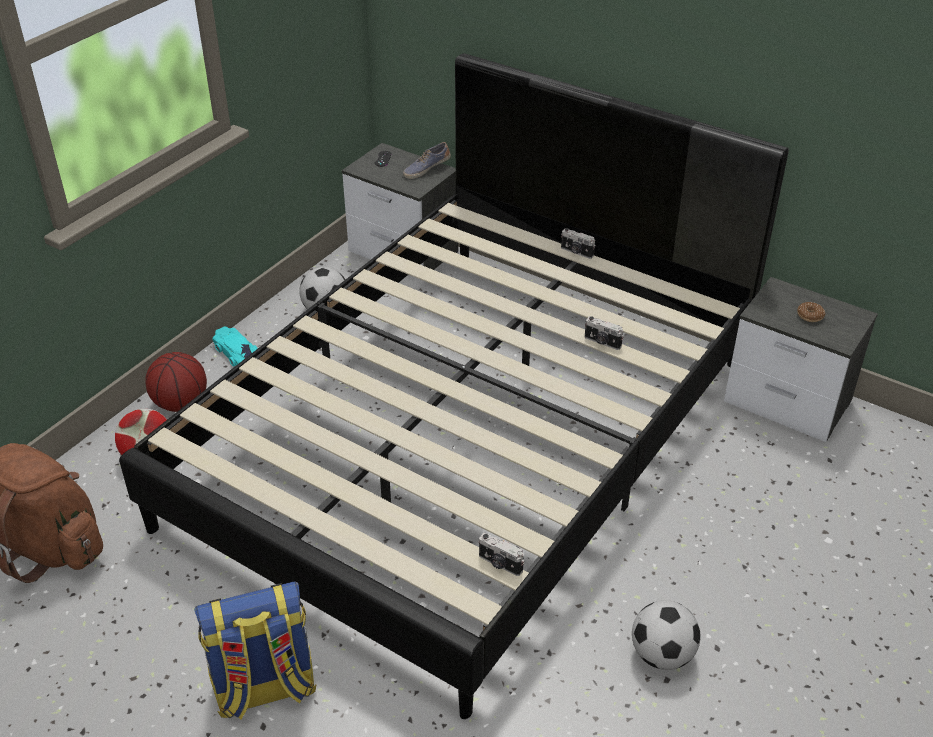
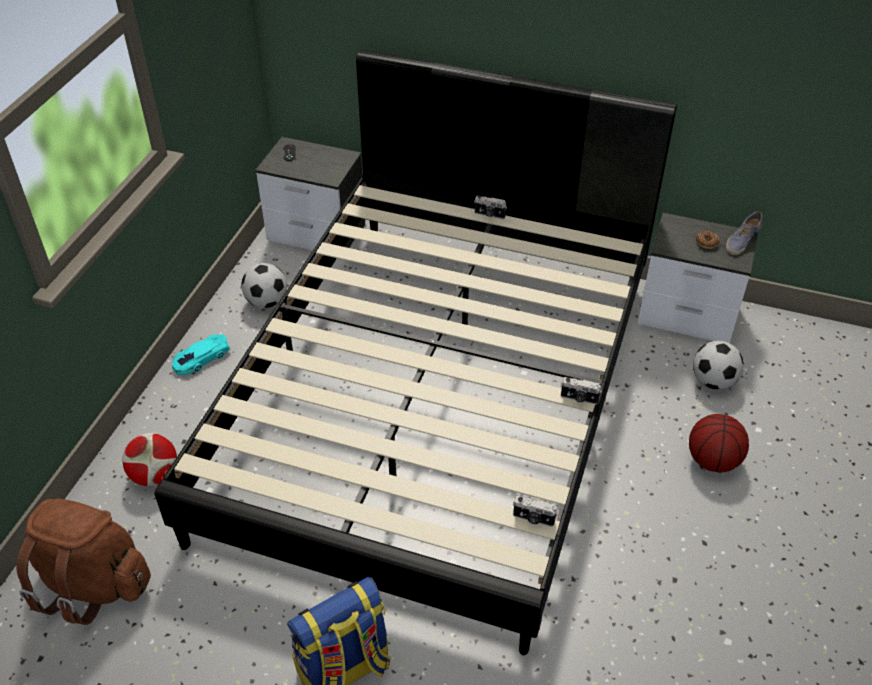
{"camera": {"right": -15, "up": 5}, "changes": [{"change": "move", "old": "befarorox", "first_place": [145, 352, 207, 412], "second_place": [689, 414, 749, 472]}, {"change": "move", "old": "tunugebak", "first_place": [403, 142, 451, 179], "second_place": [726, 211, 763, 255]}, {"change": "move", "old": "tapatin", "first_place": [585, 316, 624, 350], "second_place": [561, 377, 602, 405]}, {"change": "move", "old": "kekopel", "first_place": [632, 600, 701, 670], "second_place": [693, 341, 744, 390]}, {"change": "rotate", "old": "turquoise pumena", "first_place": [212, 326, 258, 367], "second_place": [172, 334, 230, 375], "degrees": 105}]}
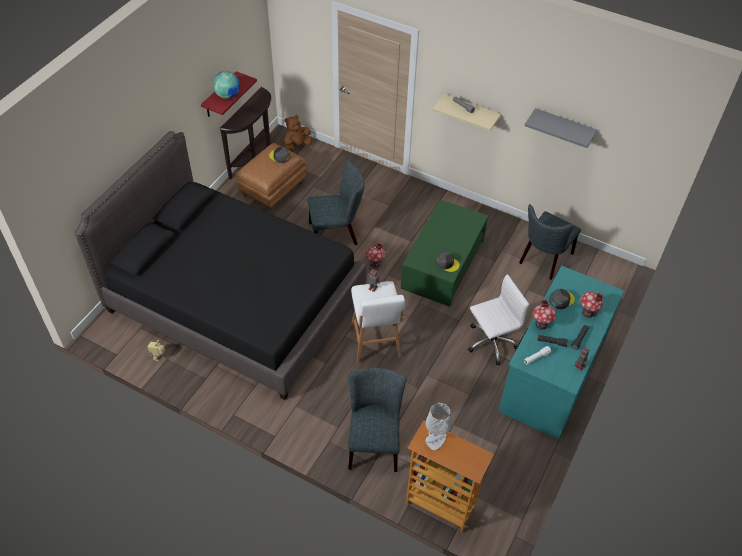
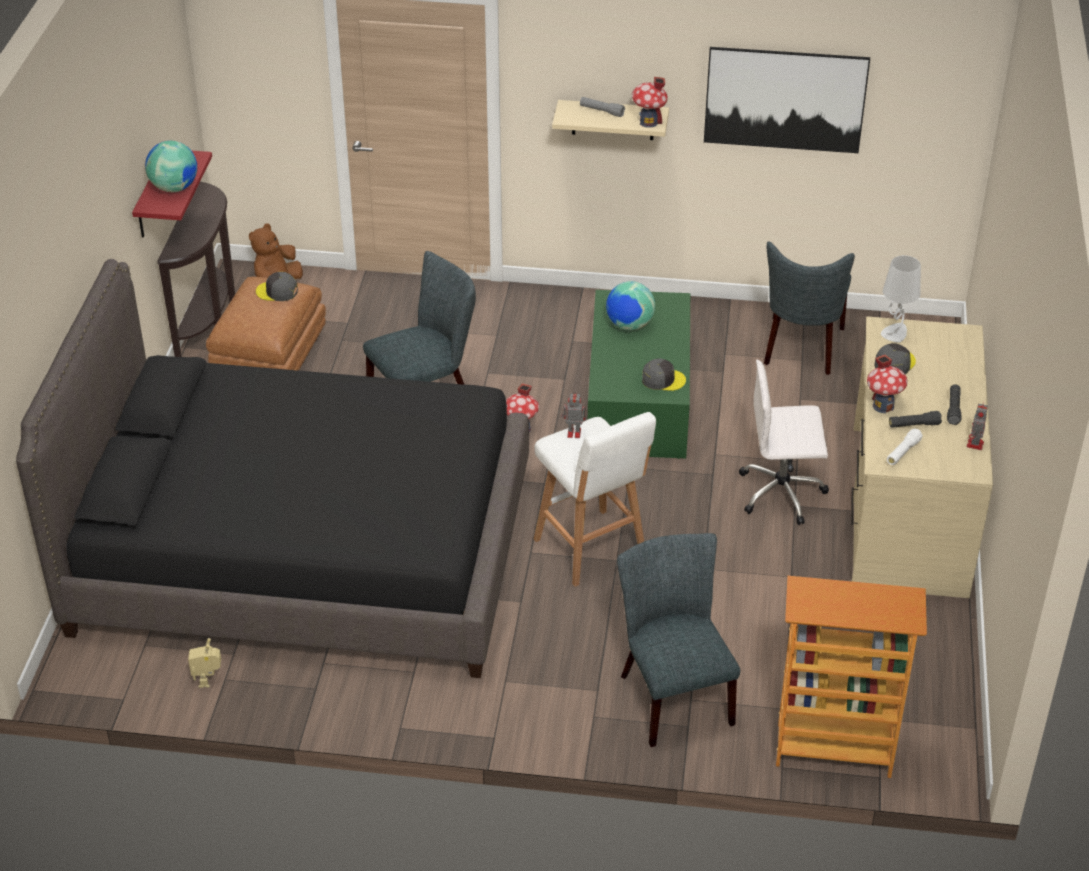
{"camera": {"right": -20, "up": -10}, "changes": [{"change": "insert", "new": "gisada", "second_place": [606, 281, 655, 330]}, {"change": "move", "old": "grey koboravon", "first_place": [425, 403, 451, 450], "second_place": [881, 255, 921, 343]}, {"change": "move", "old": "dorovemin", "first_place": [580, 292, 604, 318], "second_place": [632, 77, 668, 128]}, {"change": "replace", "old": "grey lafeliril", "new": "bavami", "first_place": [525, 108, 597, 148], "second_place": [704, 47, 870, 153]}, {"change": "recolor", "old": "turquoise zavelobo", "new": "beige zavelobo", "first_place": [498, 266, 624, 440], "second_place": [851, 316, 993, 598]}, {"change": "rotate", "old": "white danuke", "first_place": [468, 274, 529, 366], "second_place": [739, 360, 829, 525], "degrees": -135}]}
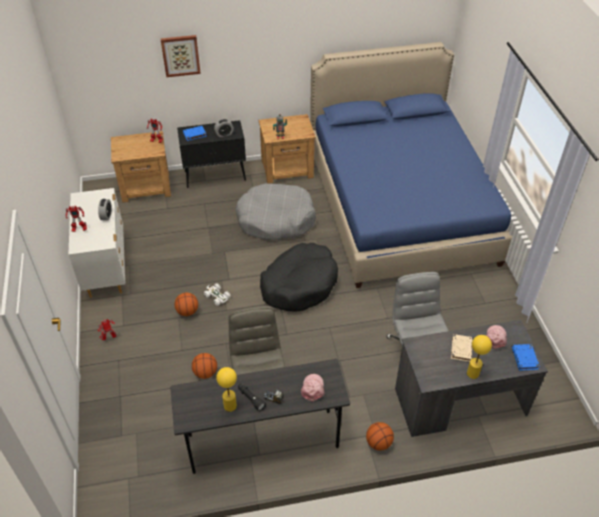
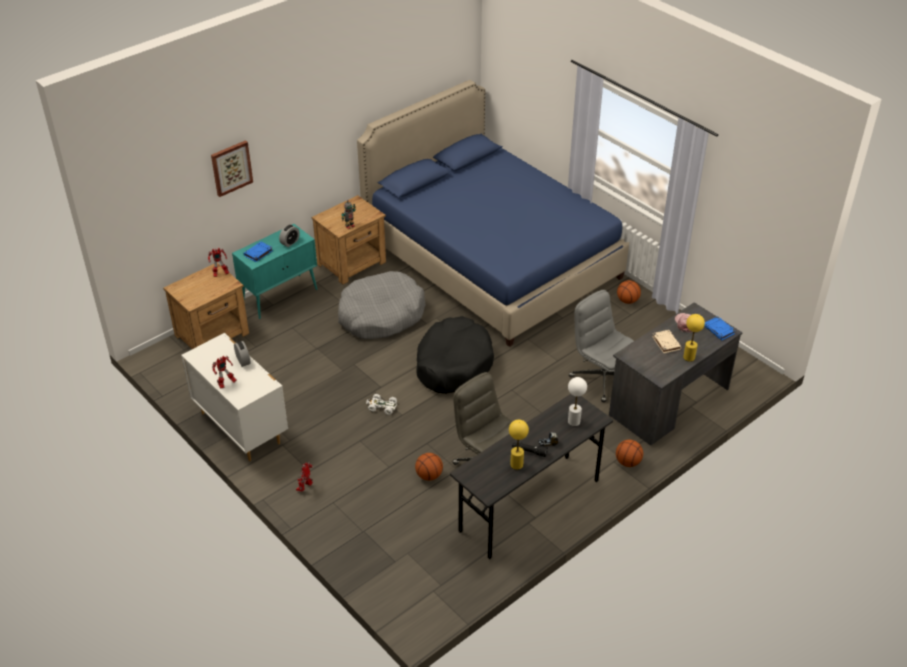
{"camera": {"right": -30, "up": -5}, "changes": [{"change": "move", "old": "befarorox", "first_place": [174, 293, 198, 316], "second_place": [617, 280, 641, 304]}, {"change": "replace", "old": "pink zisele", "new": "white koboravon", "first_place": [301, 374, 325, 402], "second_place": [568, 377, 587, 426]}, {"change": "recolor", "old": "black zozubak", "new": "turquoise zozubak", "first_place": [177, 120, 246, 188], "second_place": [232, 224, 317, 319]}]}
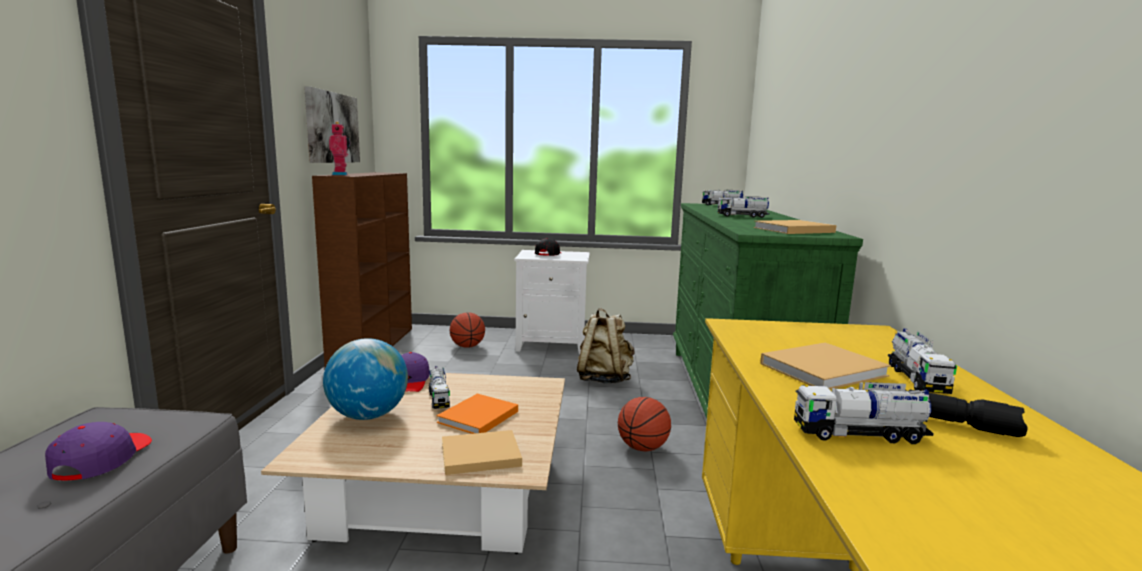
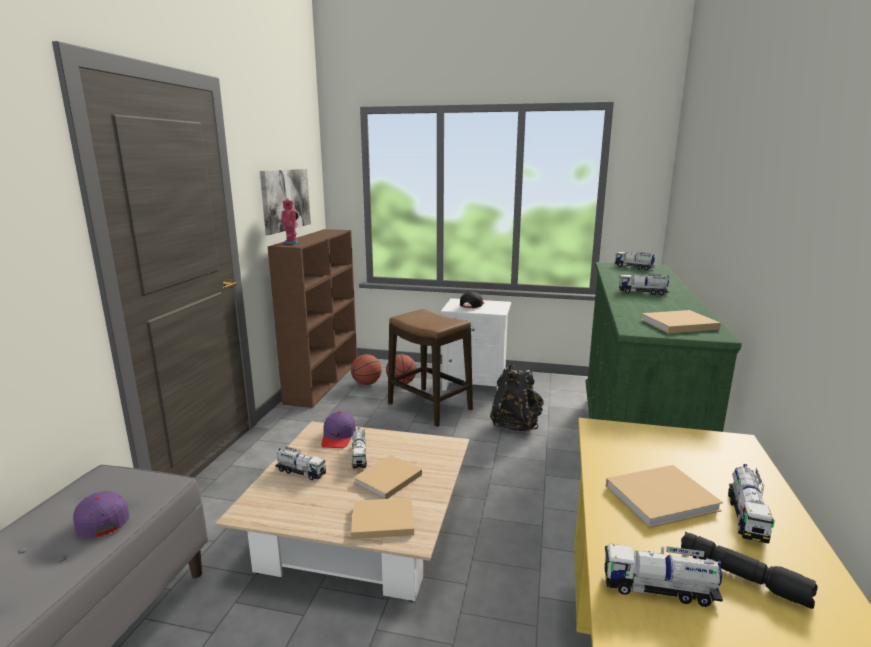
{"camera": {"right": 10, "up": 5}, "changes": [{"change": "insert", "new": "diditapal", "second_place": [388, 309, 473, 427]}, {"change": "move", "old": "befarorox", "first_place": [618, 397, 671, 451], "second_place": [351, 354, 382, 385]}, {"change": "replace", "old": "gisada", "new": "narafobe", "first_place": [323, 338, 408, 420], "second_place": [275, 446, 326, 480]}, {"change": "recolor", "old": "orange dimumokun", "new": "beige dimumokun", "first_place": [437, 393, 518, 434], "second_place": [353, 455, 422, 499]}, {"change": "recolor", "old": "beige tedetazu", "new": "black tedetazu", "first_place": [577, 308, 634, 384], "second_place": [490, 365, 544, 431]}, {"change": "rotate", "old": "purple zisele", "first_place": [45, 422, 152, 481], "second_place": [73, 491, 130, 538], "degrees": -45}]}
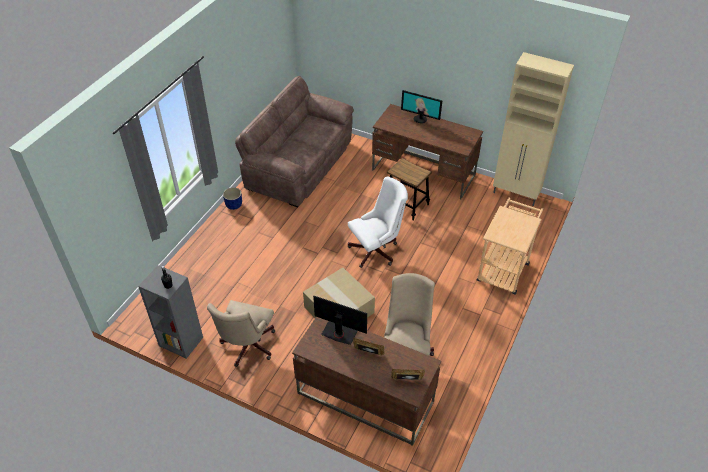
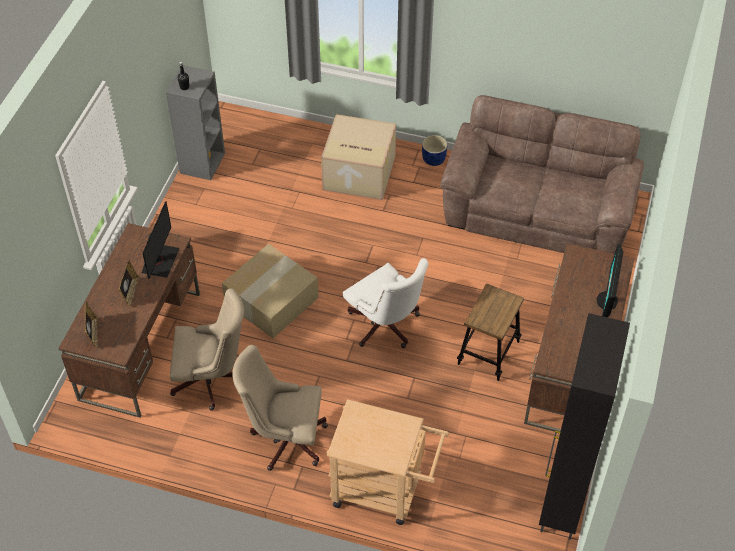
{"camera": {"right": 80, "up": 5}, "changes": [{"change": "insert", "new": "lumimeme", "second_place": [321, 114, 396, 200]}, {"change": "move", "old": "beige danuke", "first_place": [207, 300, 275, 367], "second_place": [232, 345, 328, 471]}, {"change": "recolor", "old": "beige zozubak", "new": "black zozubak", "first_place": [493, 52, 574, 206], "second_place": [539, 313, 630, 540]}]}
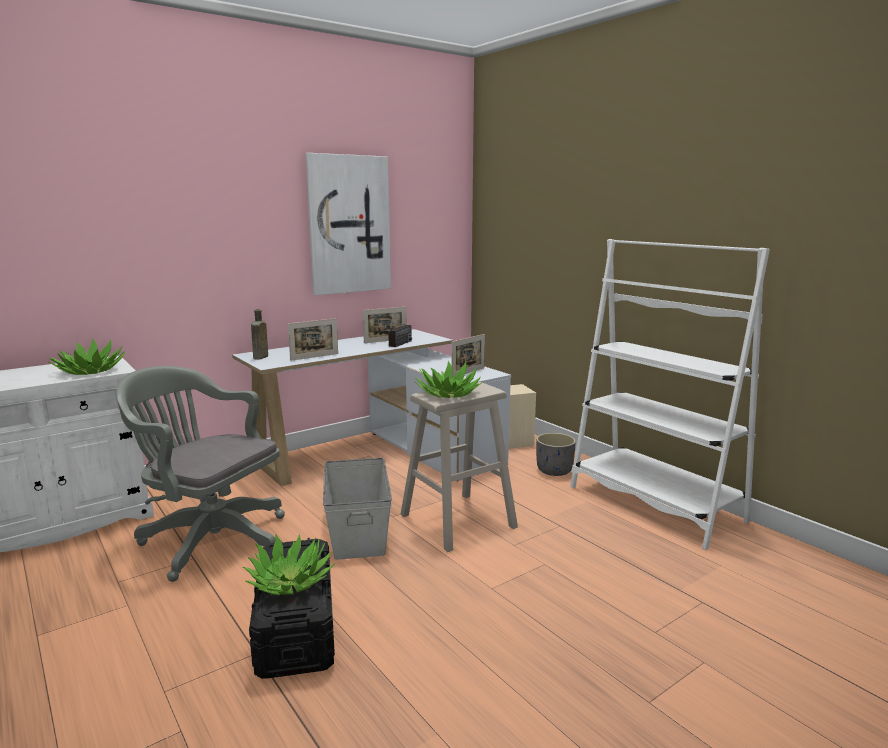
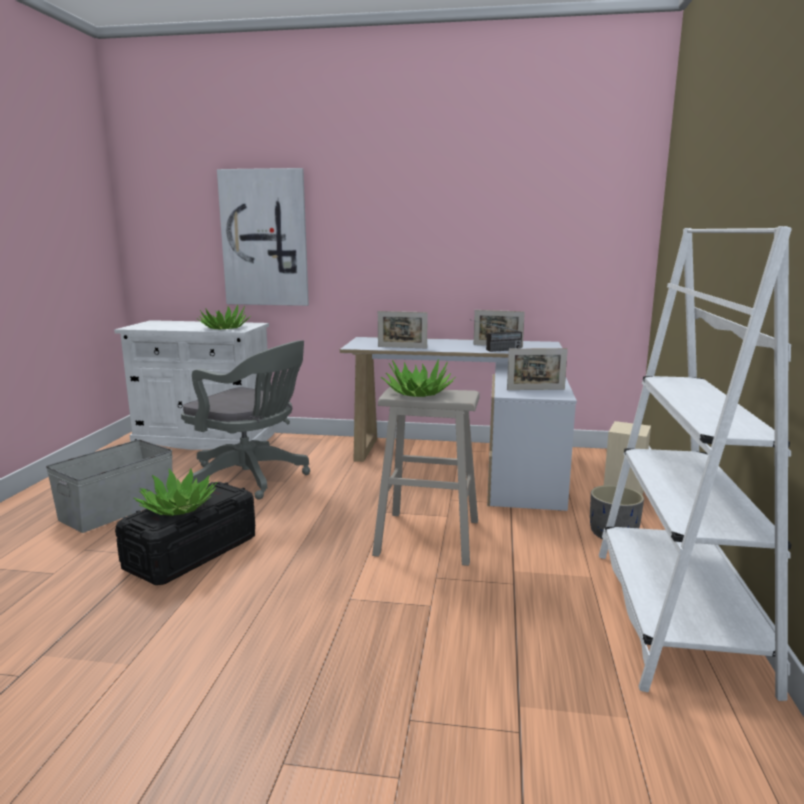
{"camera": {"right": 45, "up": 0}, "changes": [{"change": "delete", "old": "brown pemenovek", "first_place": [251, 309, 268, 360]}, {"change": "move", "old": "bavami", "first_place": [305, 153, 391, 296], "second_place": [217, 168, 309, 306]}, {"change": "move", "old": "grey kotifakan", "first_place": [323, 458, 392, 560], "second_place": [46, 440, 173, 533]}, {"change": "rotate", "old": "grey danuke", "first_place": [116, 366, 285, 582], "second_place": [181, 340, 310, 500], "degrees": 135}]}
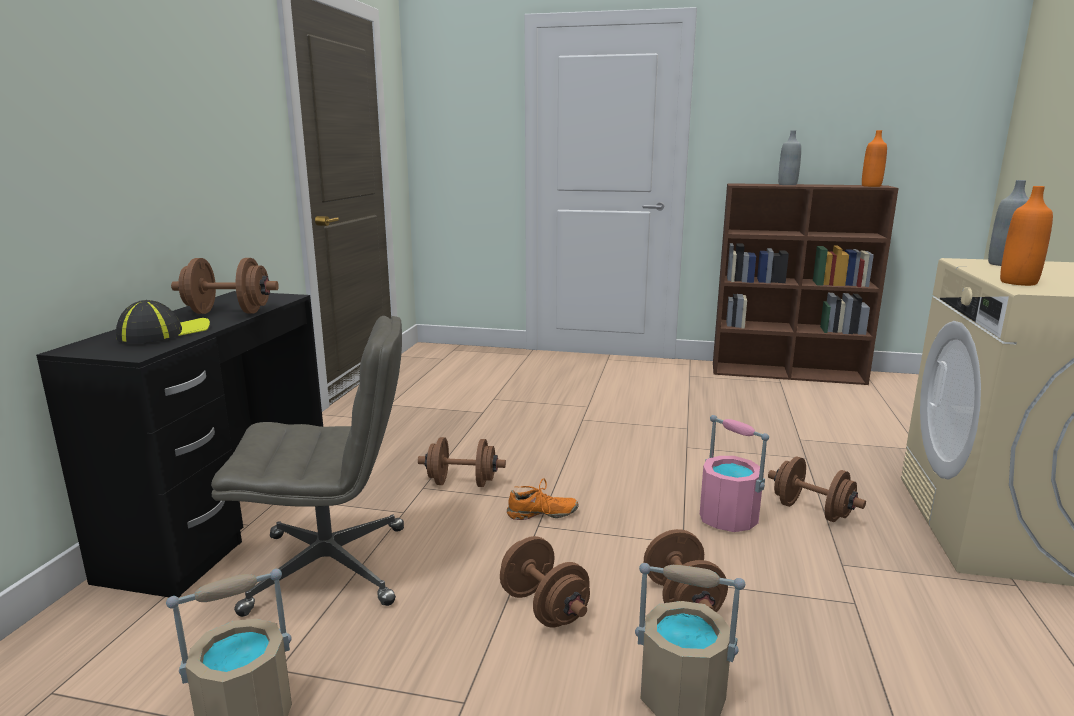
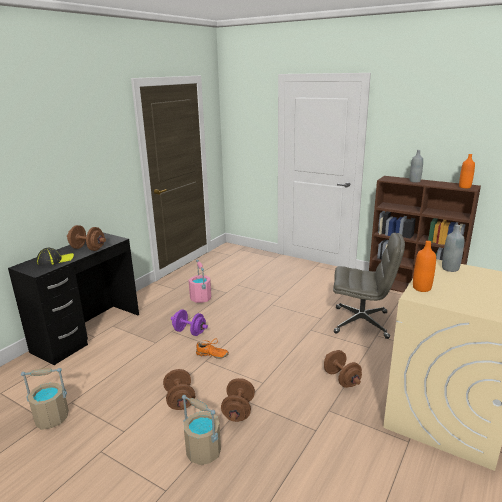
{"camera": {"right": 20, "up": 5}, "changes": [{"change": "move", "old": "grey danuke", "first_place": [211, 316, 404, 617], "second_place": [333, 233, 405, 339]}, {"change": "move", "old": "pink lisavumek", "first_place": [700, 415, 769, 532], "second_place": [189, 260, 211, 303]}, {"change": "recolor", "old": "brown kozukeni", "new": "purple kozukeni", "first_place": [418, 437, 506, 487], "second_place": [171, 309, 208, 336]}]}
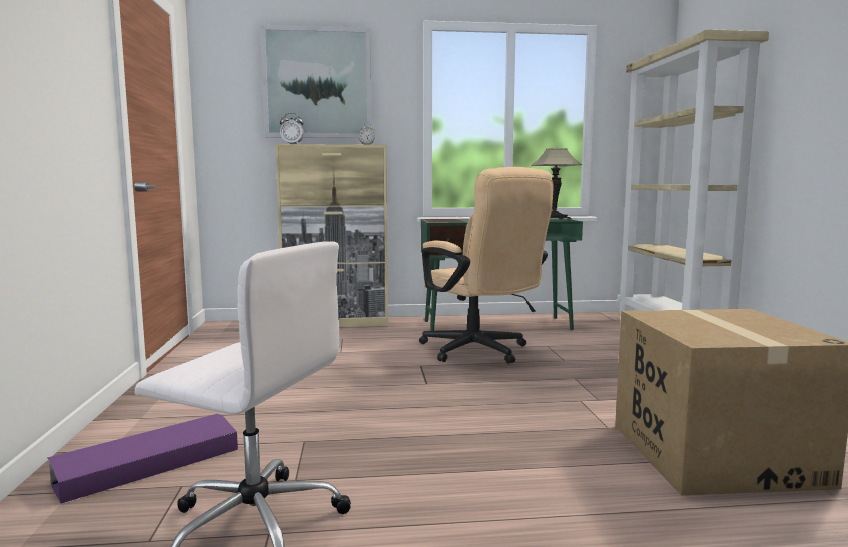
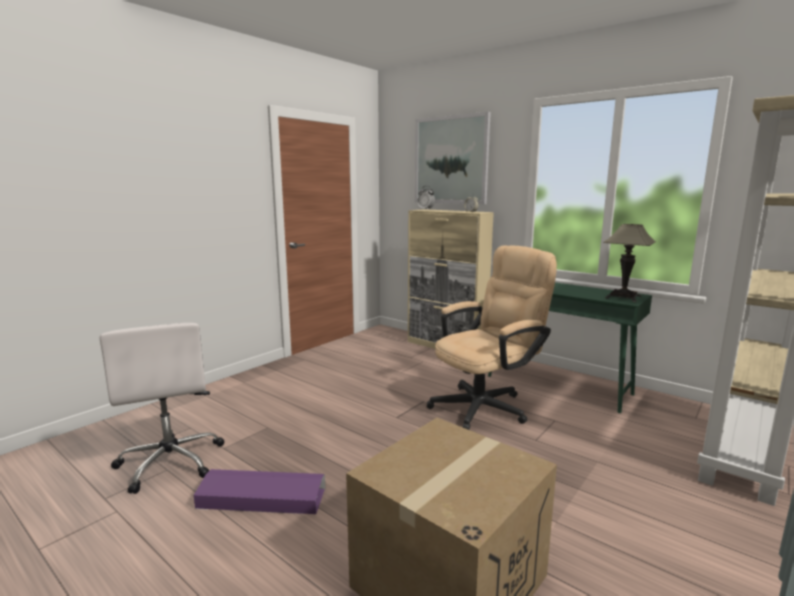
{"camera": {"right": 45, "up": 5}, "changes": [{"change": "move", "old": "purple kotifakan", "first_place": [48, 414, 238, 504], "second_place": [194, 469, 325, 514]}, {"change": "rotate", "old": "beige danuke", "first_place": [419, 167, 554, 364], "second_place": [427, 245, 557, 430], "degrees": -135}]}
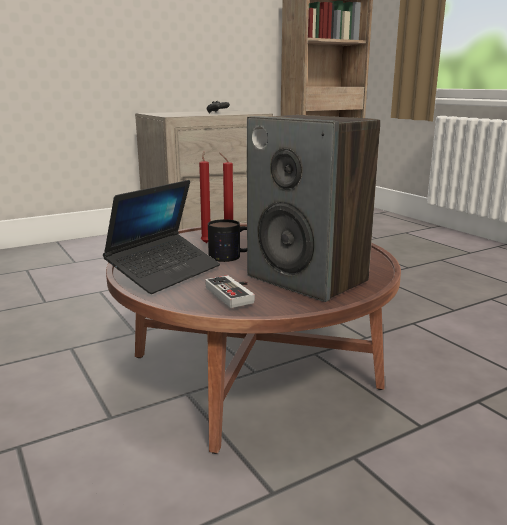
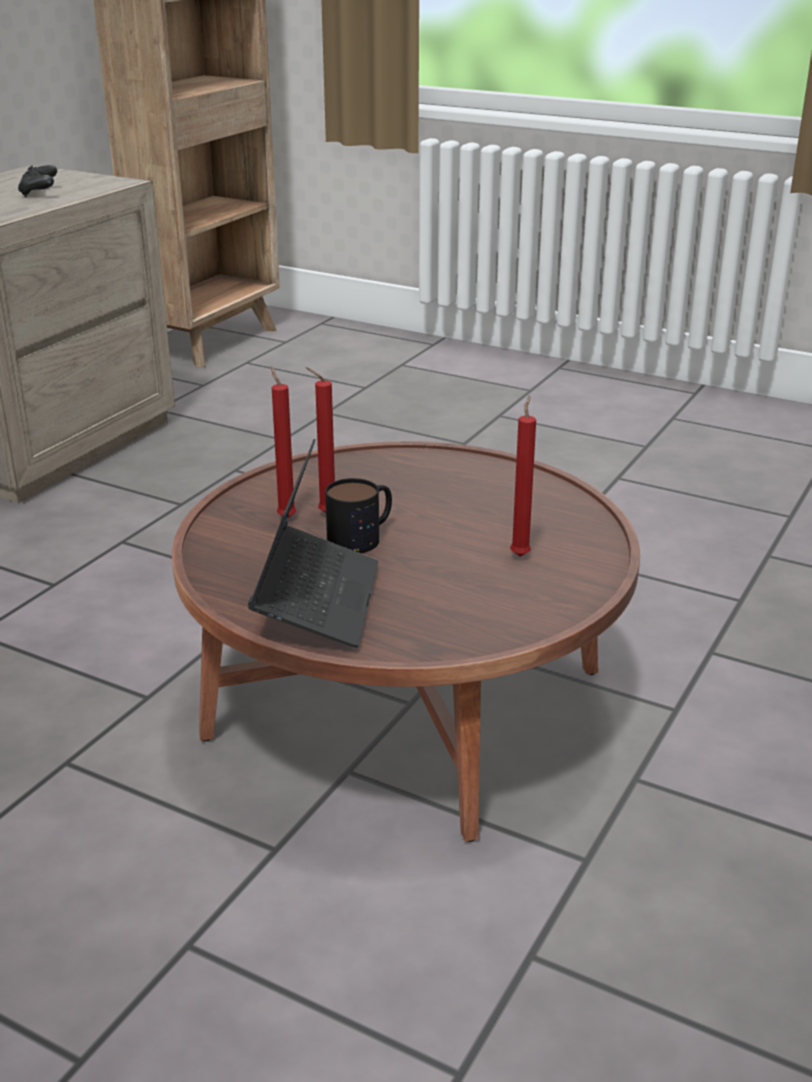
{"camera": {"right": -30, "up": 10}, "changes": [{"change": "delete", "old": "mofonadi", "first_place": [205, 275, 255, 308]}, {"change": "replace", "old": "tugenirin", "new": "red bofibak", "first_place": [247, 115, 380, 302], "second_place": [510, 396, 536, 557]}]}
